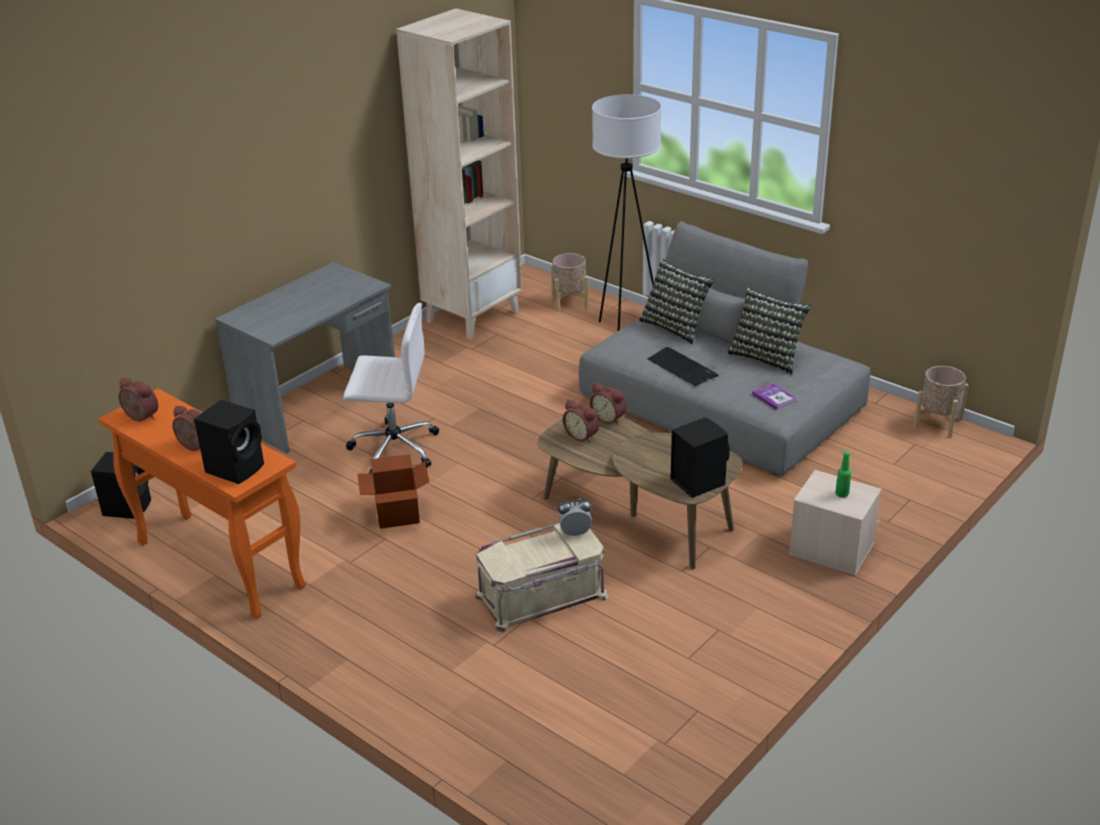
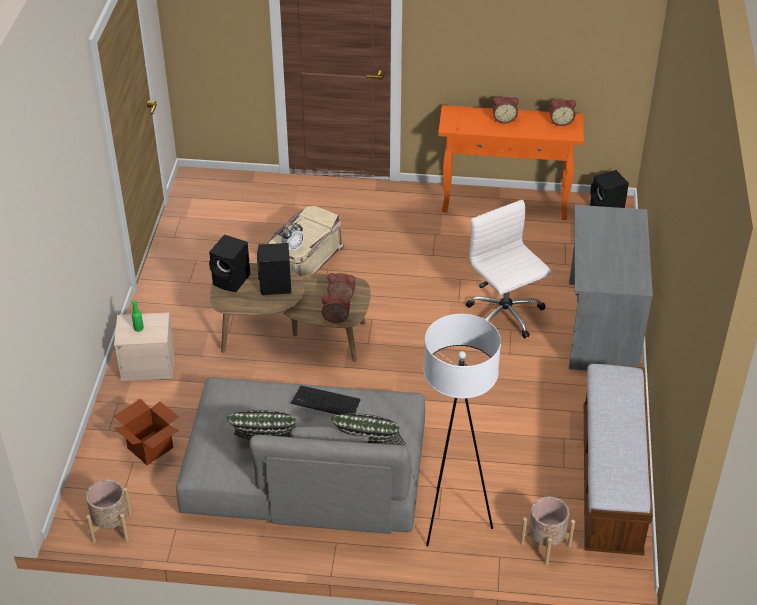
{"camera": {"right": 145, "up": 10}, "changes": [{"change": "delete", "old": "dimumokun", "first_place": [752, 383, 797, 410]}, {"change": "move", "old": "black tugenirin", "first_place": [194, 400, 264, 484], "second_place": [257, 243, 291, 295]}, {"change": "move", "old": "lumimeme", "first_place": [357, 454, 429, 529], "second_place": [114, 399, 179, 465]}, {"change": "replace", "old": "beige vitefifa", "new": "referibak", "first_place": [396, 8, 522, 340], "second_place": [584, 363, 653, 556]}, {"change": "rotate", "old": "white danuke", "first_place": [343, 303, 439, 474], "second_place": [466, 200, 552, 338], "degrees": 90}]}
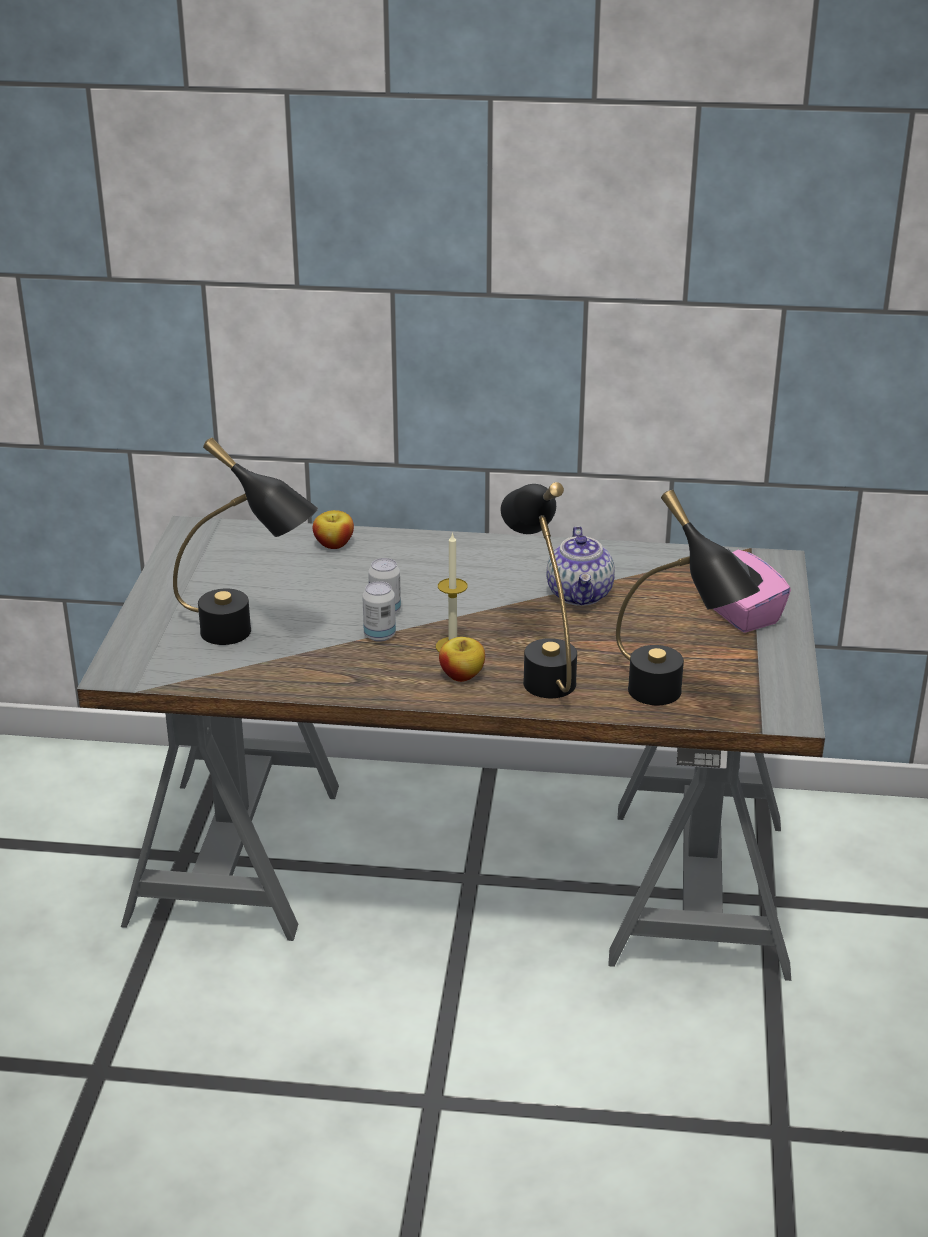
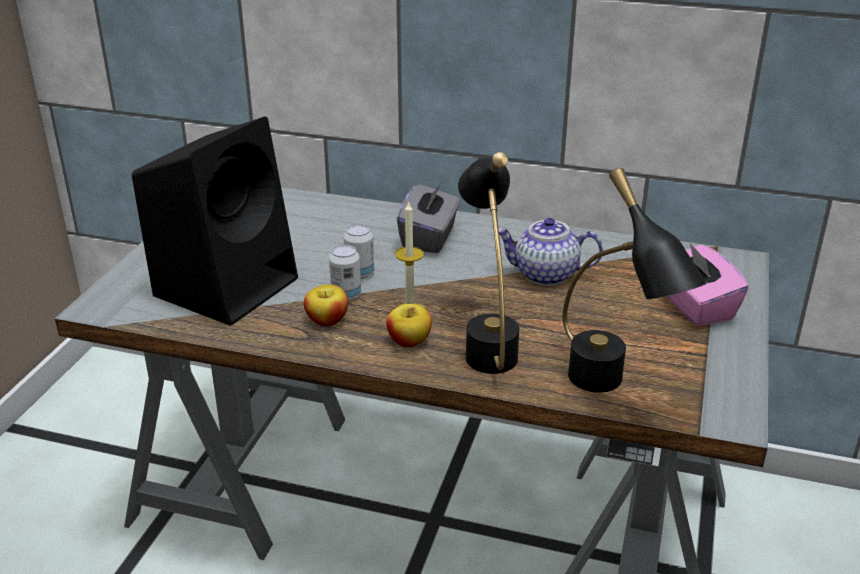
{"camera": {"right": 10, "up": 0}, "changes": [{"change": "insert", "new": "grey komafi", "second_place": [397, 181, 460, 253]}, {"change": "move", "old": "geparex", "first_place": [313, 510, 354, 549], "second_place": [304, 284, 348, 327]}, {"change": "replace", "old": "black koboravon", "new": "black tugenirin", "first_place": [173, 437, 318, 645], "second_place": [132, 116, 298, 326]}, {"change": "rotate", "old": "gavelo", "first_place": [546, 526, 615, 606], "second_place": [498, 217, 603, 286], "degrees": 90}]}
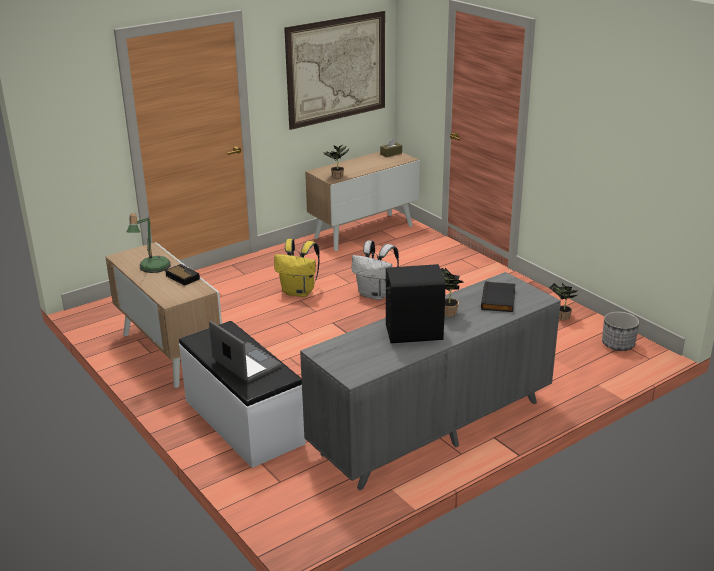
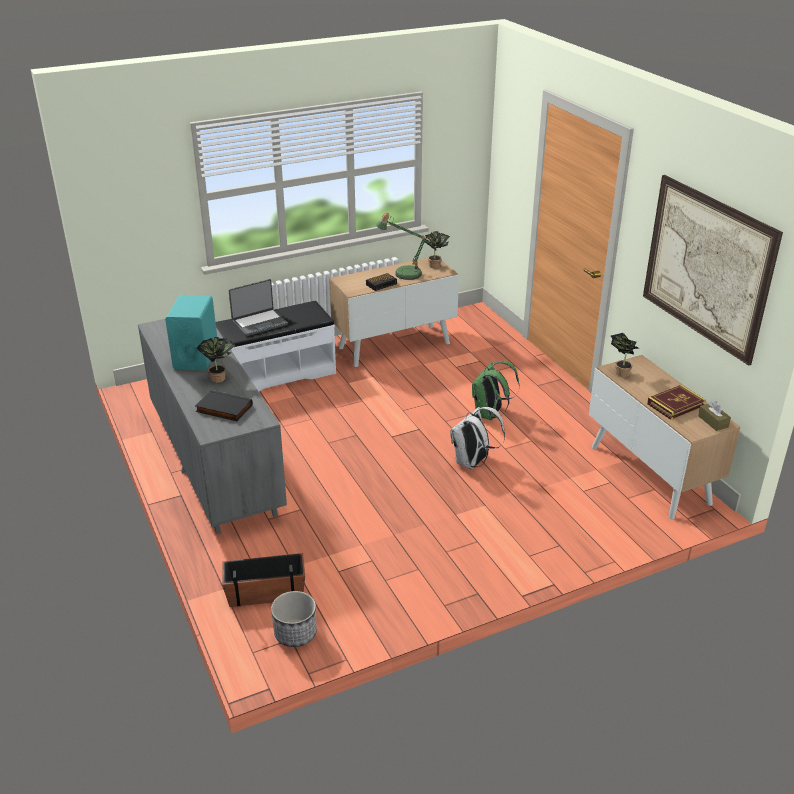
{"camera": {"right": 100, "up": 5}, "changes": [{"change": "insert", "new": "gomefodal", "second_place": [222, 553, 305, 607]}, {"change": "insert", "new": "dimumokun", "second_place": [647, 385, 706, 420]}, {"change": "move", "old": "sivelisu", "first_place": [549, 283, 577, 320], "second_place": [423, 231, 450, 268]}, {"change": "recolor", "old": "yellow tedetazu", "new": "green tedetazu", "first_place": [274, 239, 320, 297], "second_place": [472, 361, 520, 420]}, {"change": "recolor", "old": "black tugenirin", "new": "turquoise tugenirin", "first_place": [386, 264, 446, 343], "second_place": [165, 295, 217, 371]}]}
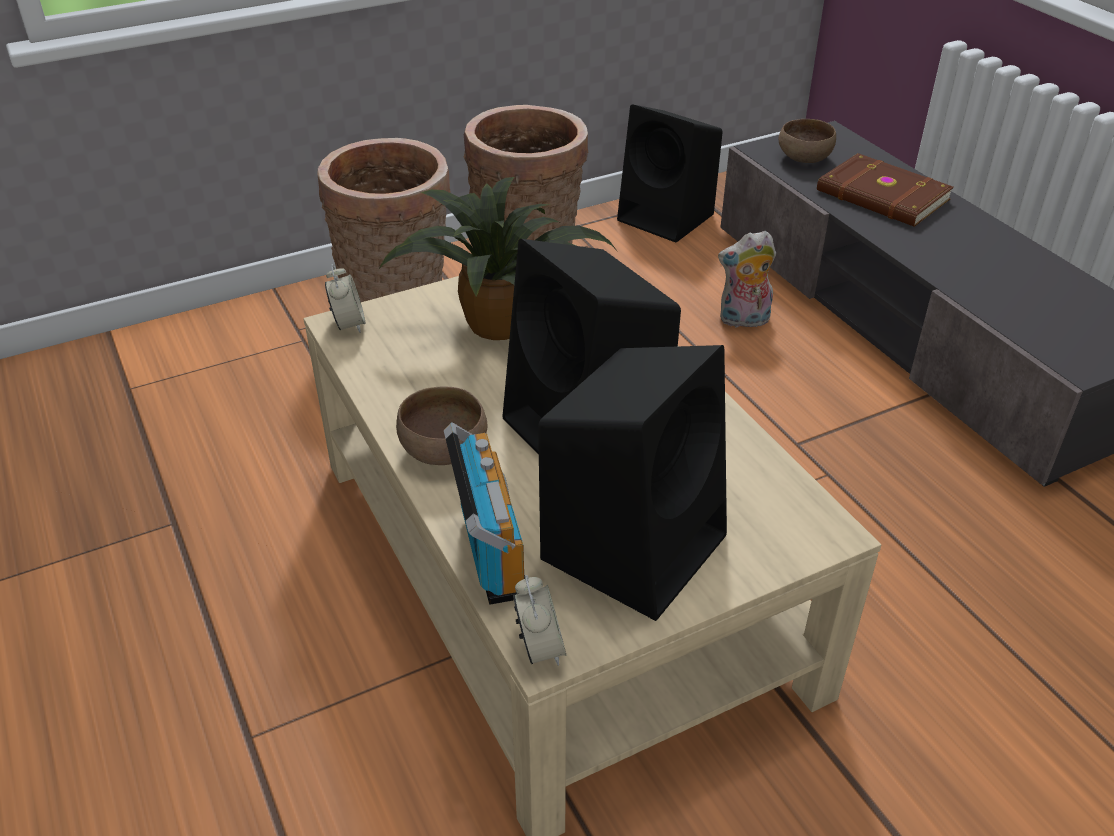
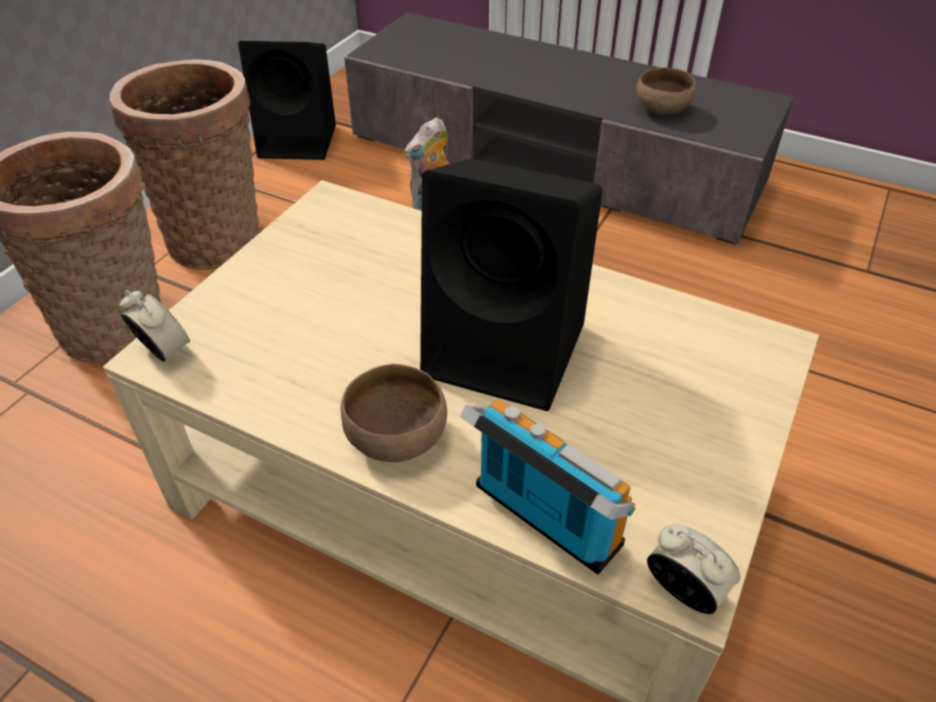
{"camera": {"right": -35, "up": 5}, "changes": [{"change": "delete", "old": "sivelisu", "first_place": [379, 177, 619, 340]}, {"change": "delete", "old": "black tugenirin", "first_place": [538, 345, 727, 621]}, {"change": "delete", "old": "brown dimumokun", "first_place": [817, 153, 954, 227]}, {"change": "move", "old": "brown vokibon", "first_place": [779, 119, 836, 163], "second_place": [636, 67, 696, 115]}]}
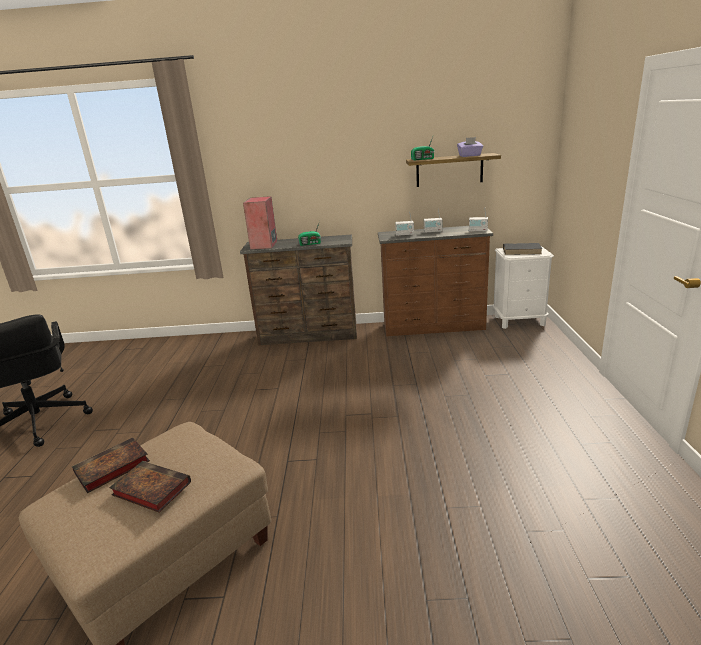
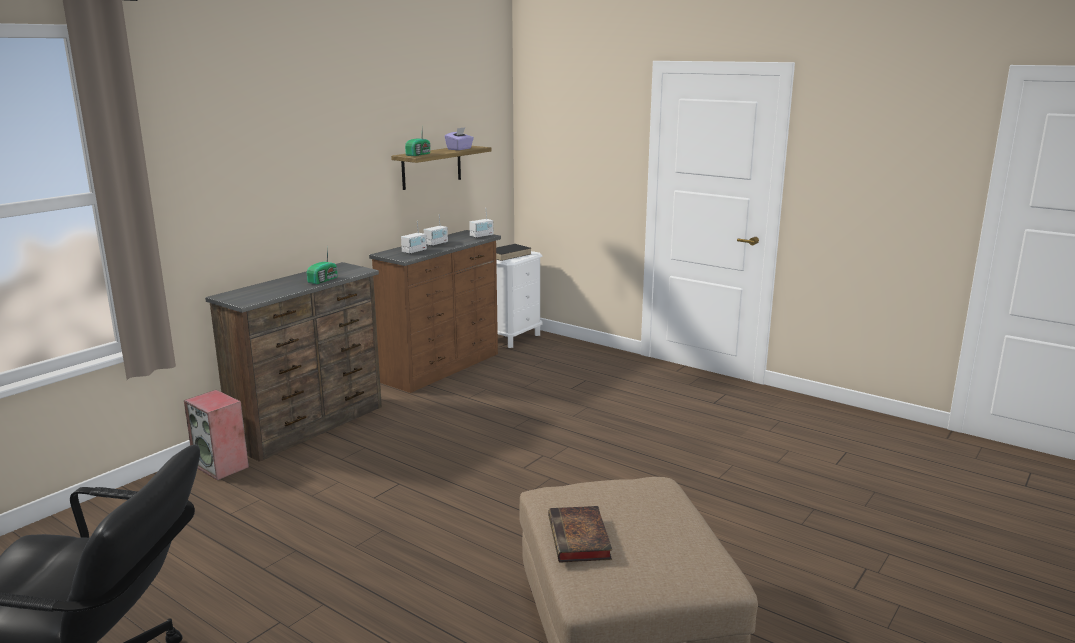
{"camera": {"right": -55, "up": -5}, "changes": [{"change": "delete", "old": "dimumokun", "first_place": [109, 461, 191, 513]}, {"change": "move", "old": "tugenirin", "first_place": [243, 196, 277, 250], "second_place": [184, 390, 249, 480]}]}
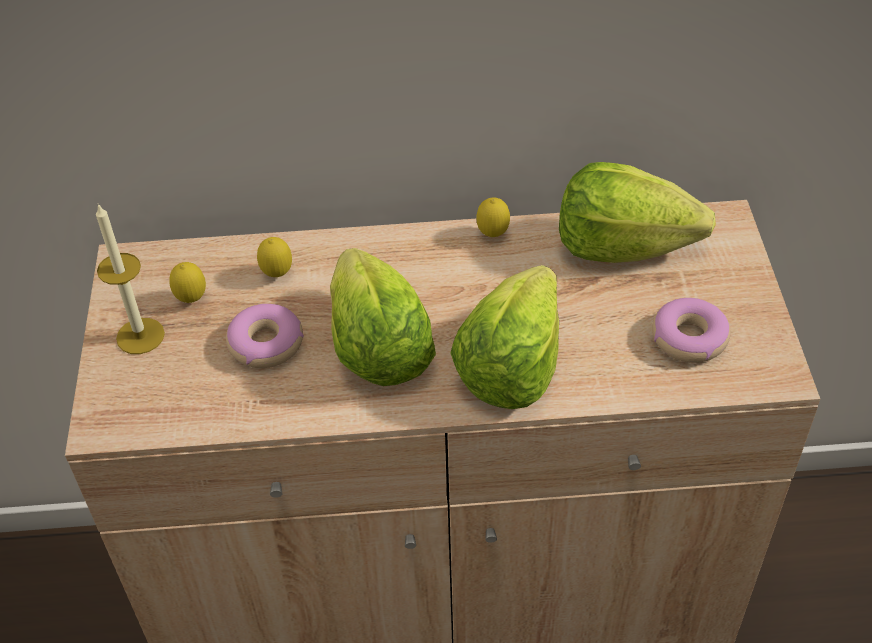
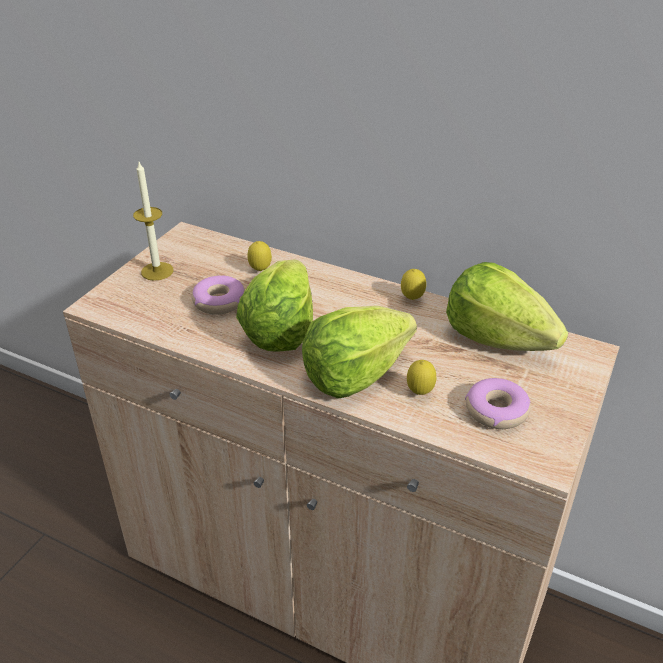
{"camera": {"right": 30, "up": -10}, "changes": [{"change": "move", "old": "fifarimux", "first_place": [169, 262, 206, 303], "second_place": [407, 360, 436, 395]}]}
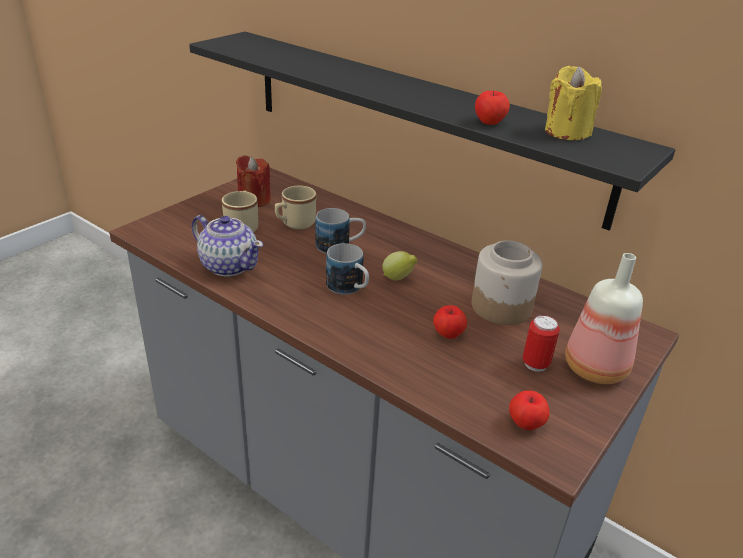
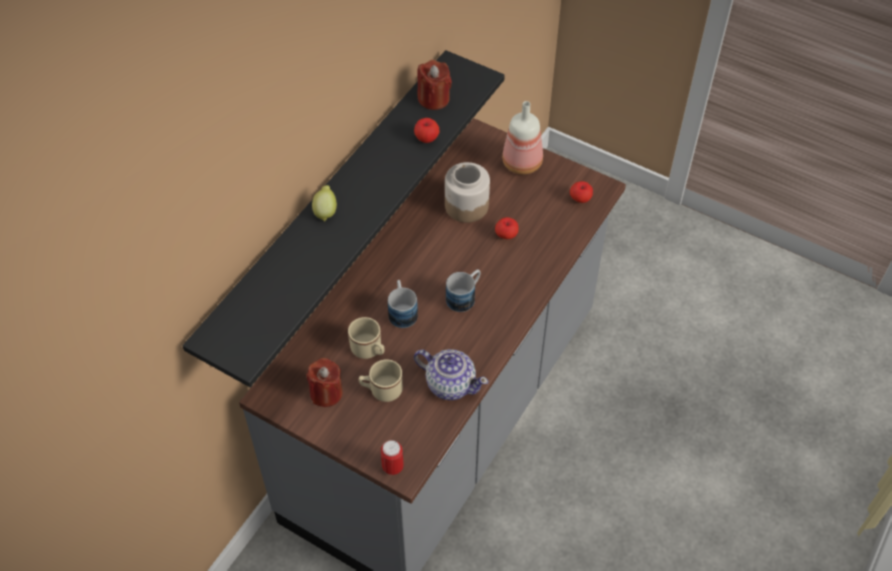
{"camera": {"right": -95, "up": 20}, "changes": [{"change": "move", "old": "fifarimux", "first_place": [382, 251, 418, 280], "second_place": [312, 185, 337, 221]}, {"change": "move", "old": "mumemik", "first_place": [522, 315, 560, 372], "second_place": [381, 440, 404, 475]}, {"change": "recolor", "old": "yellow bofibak", "new": "red bofibak", "first_place": [545, 66, 602, 140], "second_place": [417, 60, 452, 110]}, {"change": "rotate", "old": "gavelo", "first_place": [192, 215, 263, 277], "second_place": [414, 349, 489, 400], "degrees": 90}]}
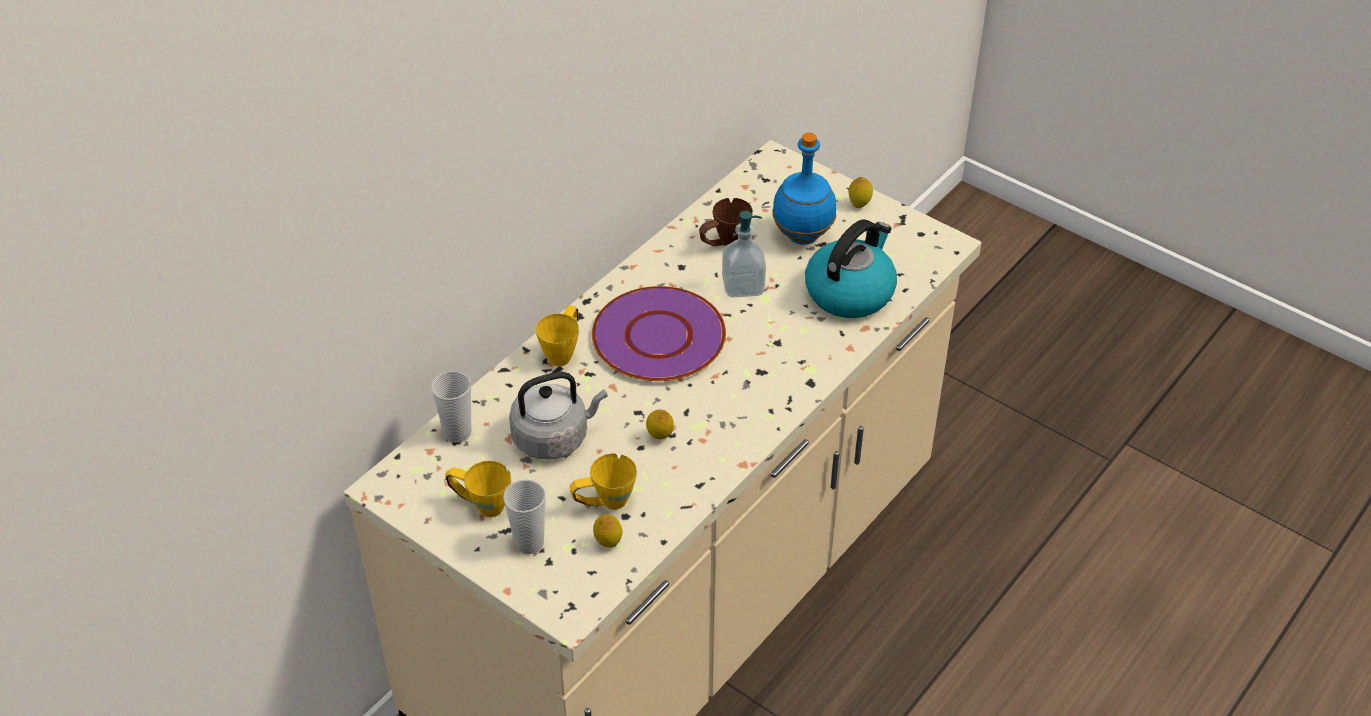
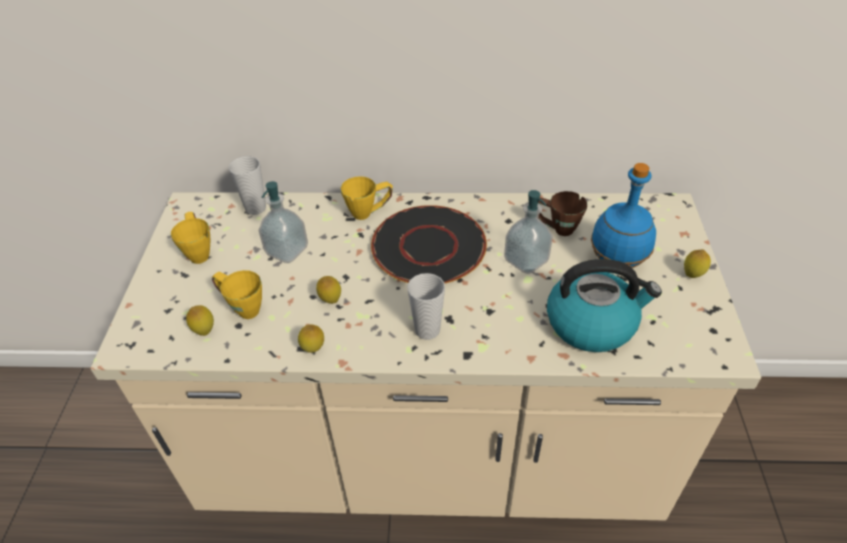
{"camera": {"right": 55, "up": 0}, "changes": [{"change": "insert", "new": "fifarimux", "second_place": [298, 325, 324, 353]}, {"change": "move", "old": "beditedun", "first_place": [503, 479, 546, 554], "second_place": [407, 273, 445, 340]}, {"change": "replace", "old": "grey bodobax", "new": "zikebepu", "first_place": [509, 372, 607, 460], "second_place": [259, 181, 308, 263]}, {"change": "recolor", "old": "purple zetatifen", "new": "black zetatifen", "first_place": [592, 286, 726, 381], "second_place": [371, 205, 487, 284]}]}
